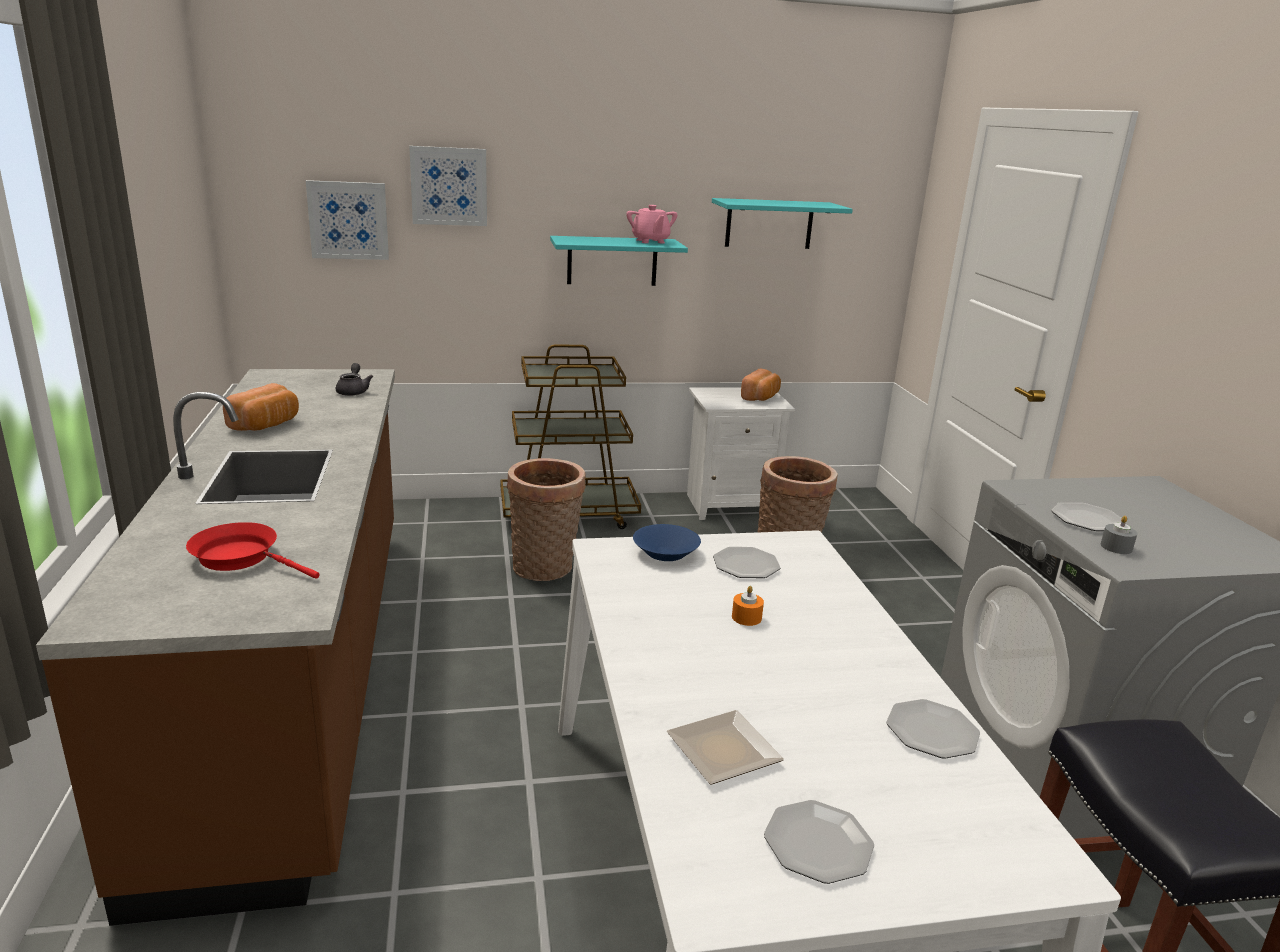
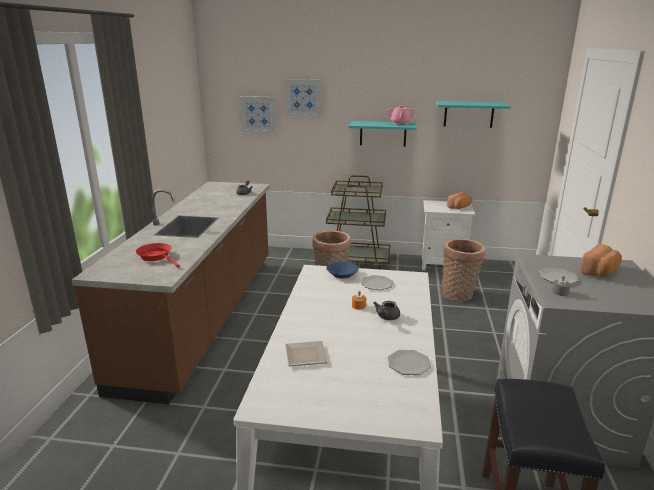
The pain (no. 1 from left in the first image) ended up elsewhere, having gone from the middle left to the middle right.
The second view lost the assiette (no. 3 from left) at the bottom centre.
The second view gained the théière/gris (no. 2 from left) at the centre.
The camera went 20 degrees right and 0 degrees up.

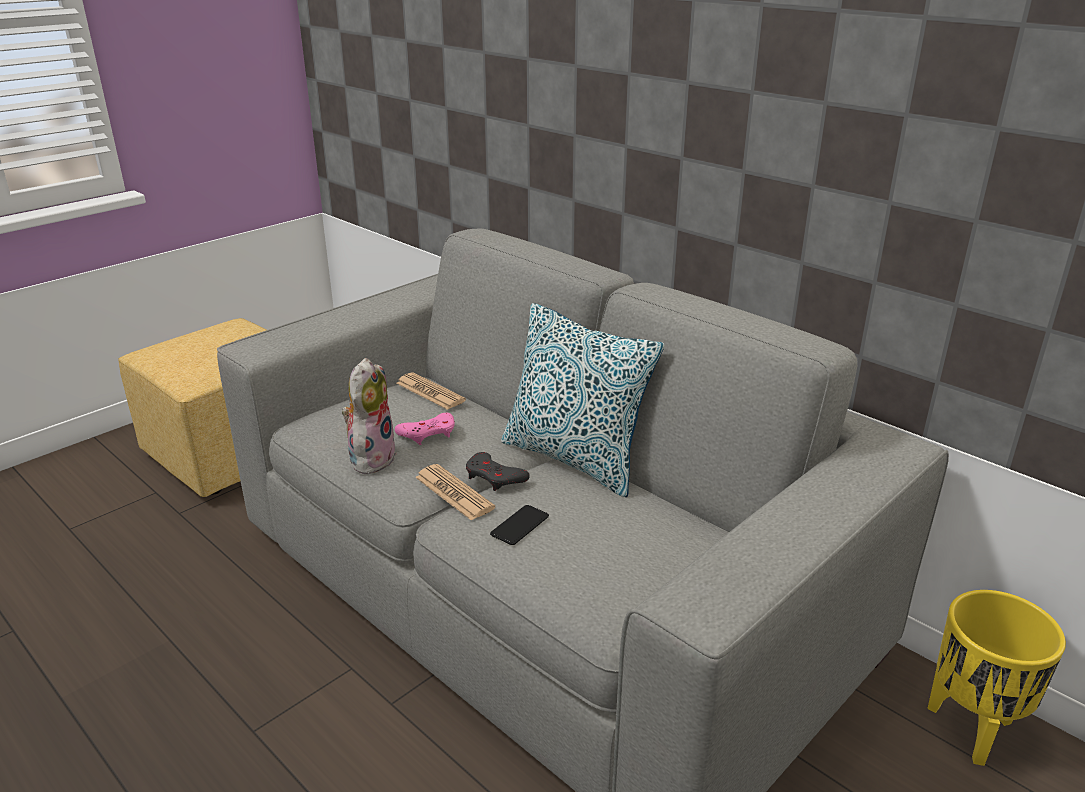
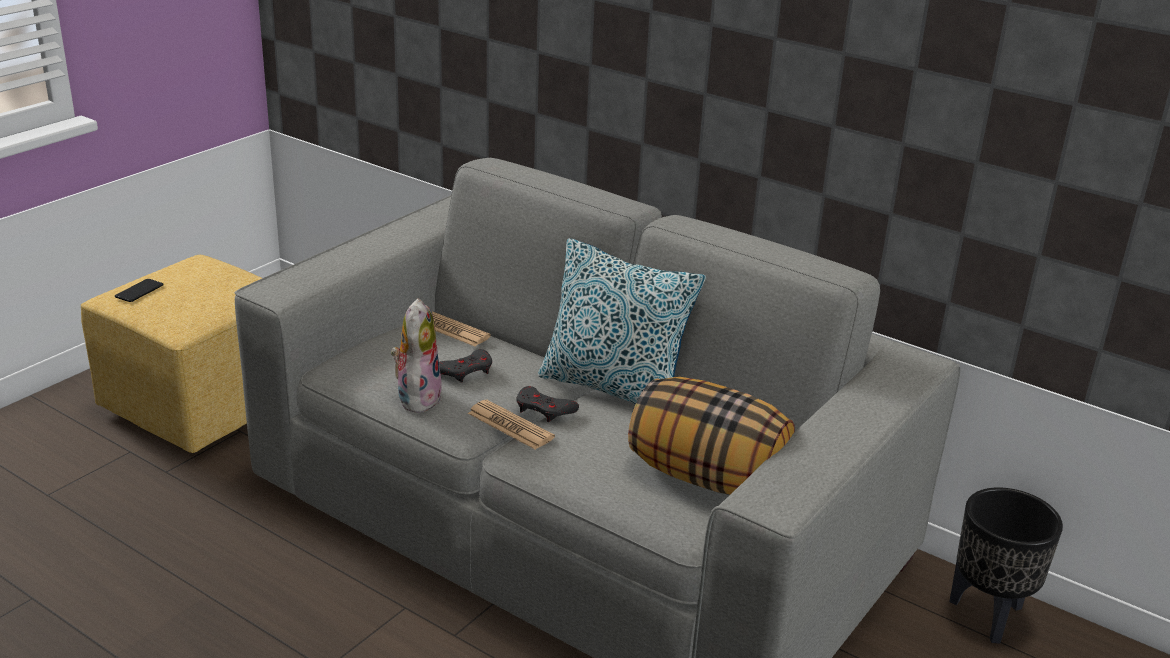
What was the manette/rose at the centre turned into the manette/gris (no. 1 from left) at the centre.
The téléphone ended up elsewhere, having gone from the centre to the middle left.
What was the cache-pot/jaune at the bottom right turned into the cache-pot/noir at the bottom right.
The second view gained the coussin (no. 2 from left) at the centre.
The camera went 10 degrees left and 0 degrees up.

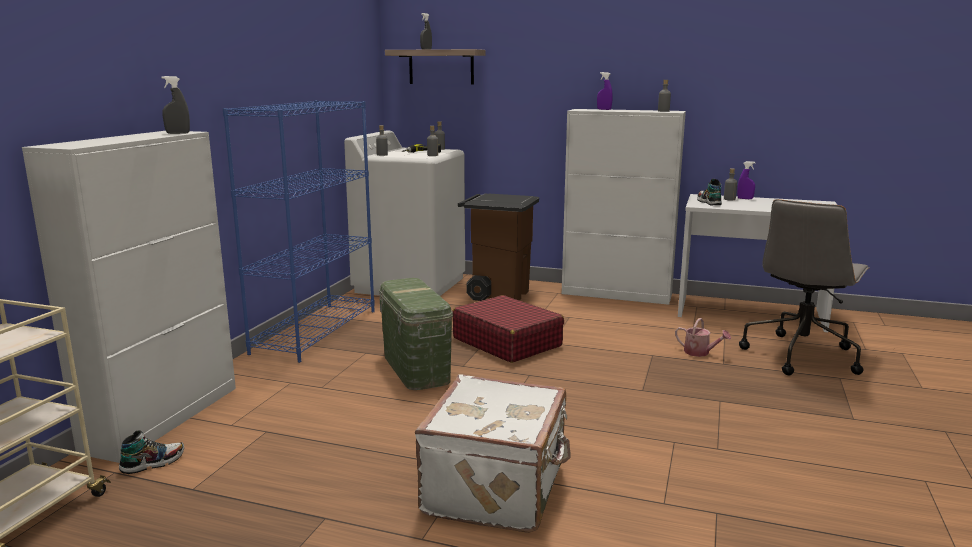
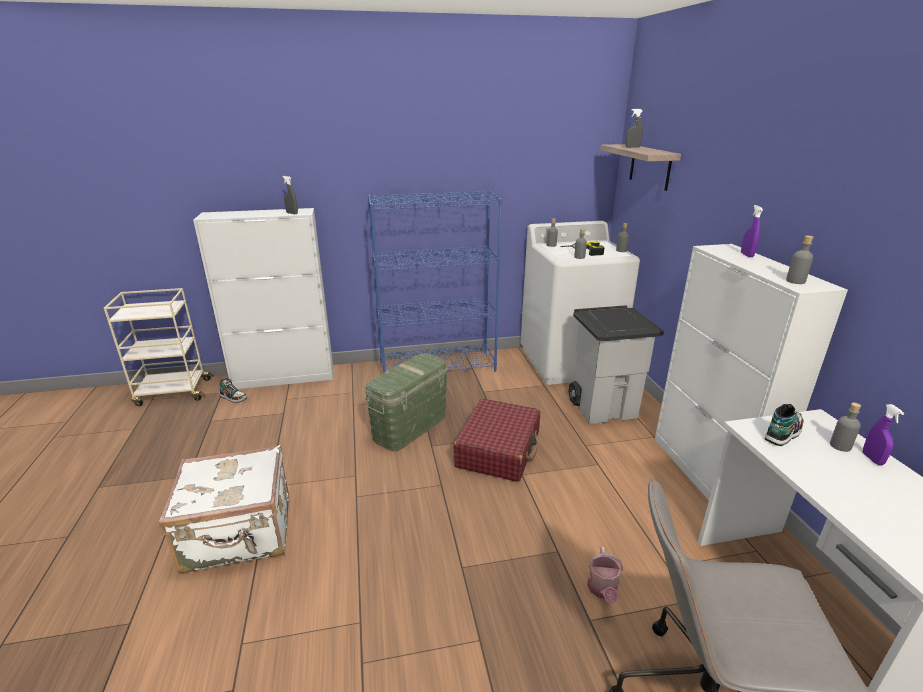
What was the poubelle/marron at the centre turned into the poubelle/gris at the middle right.
The camera went 60 degrees right and 10 degrees up.

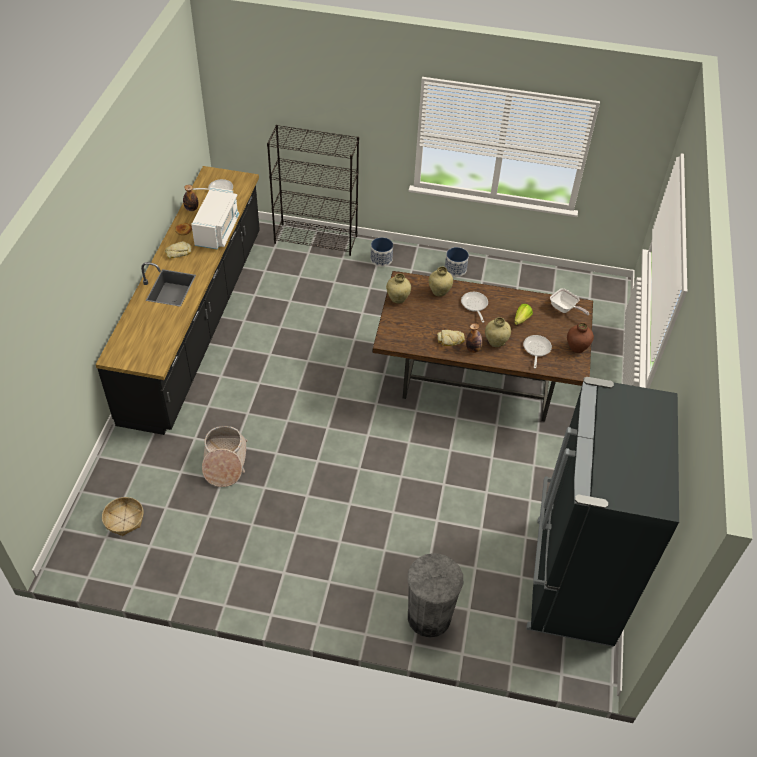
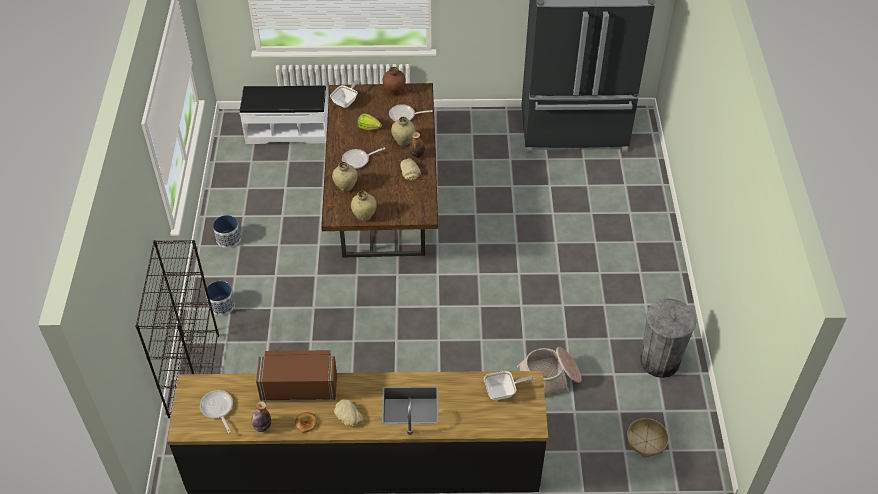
What was the micro-ondes/blanc at the top left turned into the micro-ondes/marron at the bottom centre.
The poubelle/gris ended up elsewhere, having gone from the bottom centre to the bottom right.
The second view gained the banc/blanc at the top left.
The second view gained the poêle (no. 5 from left) at the bottom centre.
The camera went 100 degrees left and 0 degrees up.

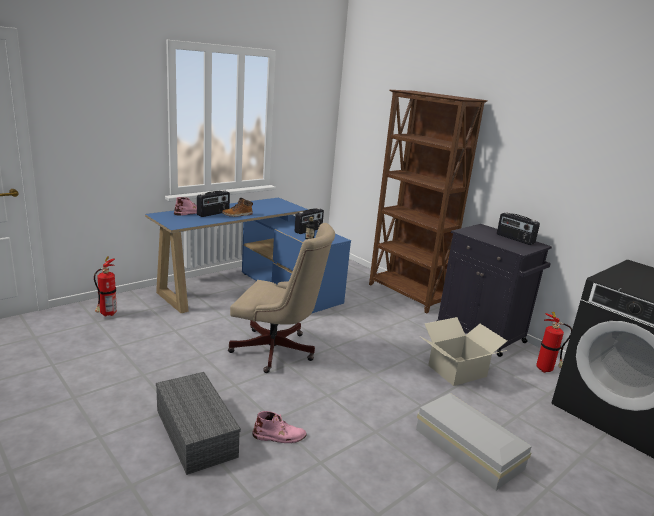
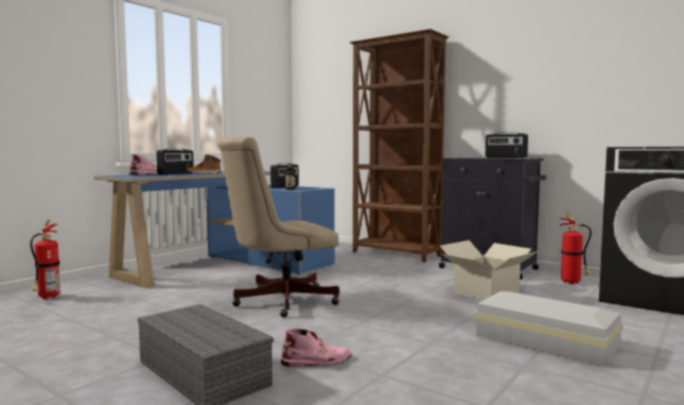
The chaise de bureau/beige at the centre ended up facing another way, 150 degrees clockwise from before.
The camera went 10 degrees left and 15 degrees down.

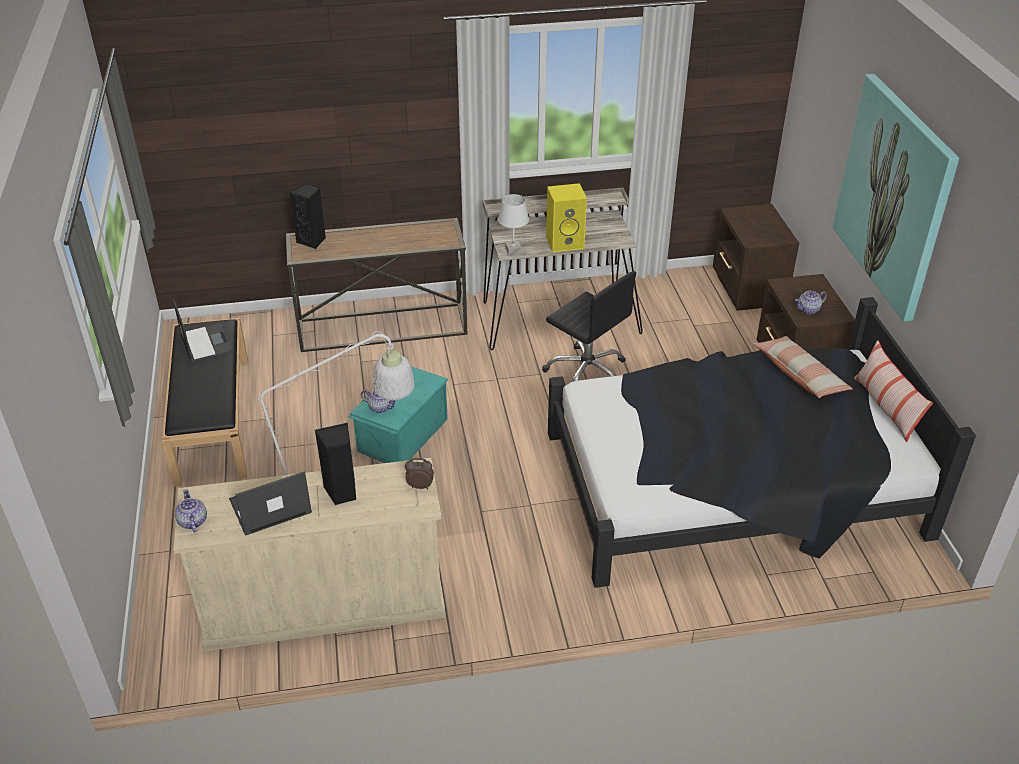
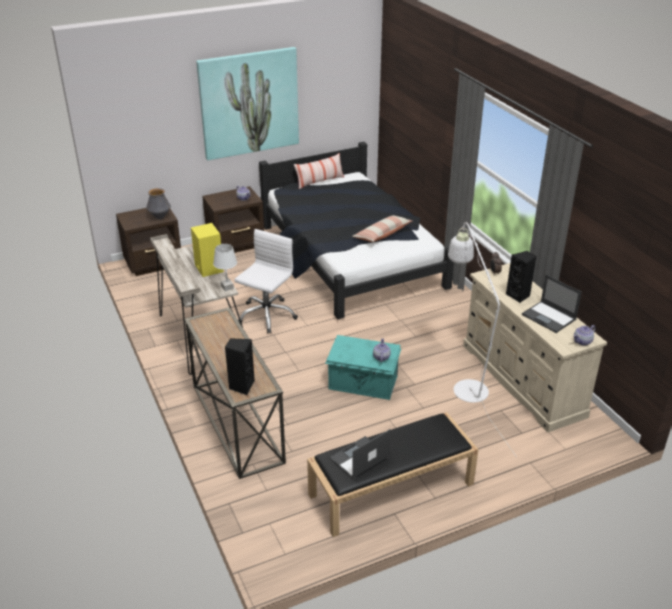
What was the chaise de bureau/noir at the centre turned into the chaise de bureau/blanc at the centre.
The coussin (no. 1 from left in the first image) ended up elsewhere, having gone from the middle right to the centre.
The second view gained the vase at the middle left.
The camera went 105 degrees left and 5 degrees down.

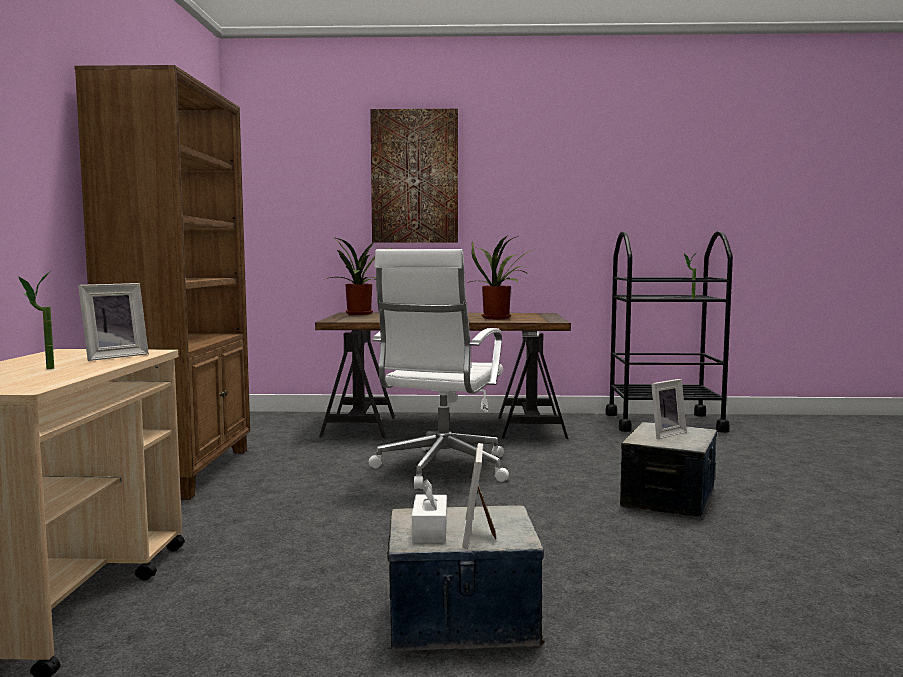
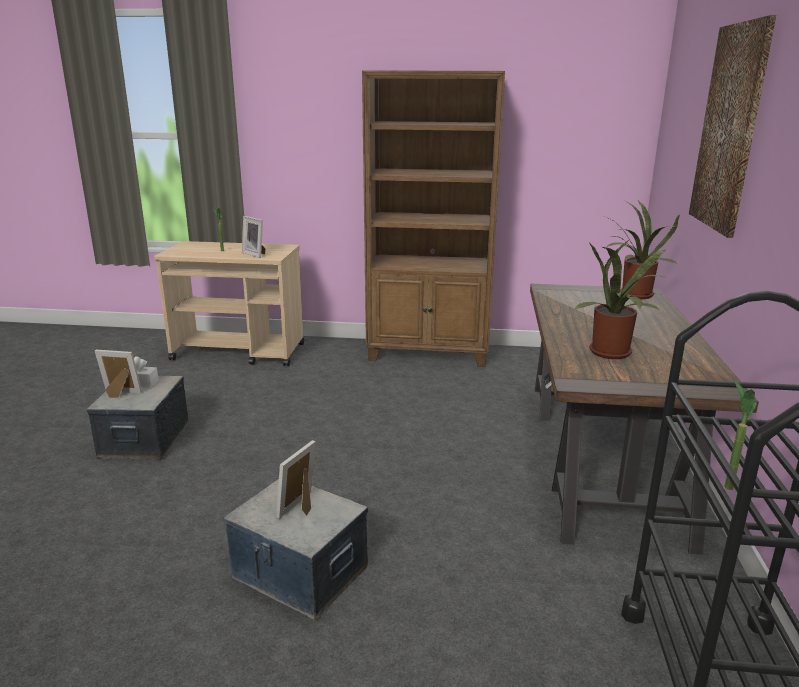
The second view lost the chaise de bureau/blanc at the centre.
The cadre photo (no. 3 from left) at the middle right ended up facing another way, 60 degrees clockwise from before.
The camera went 95 degrees right and 15 degrees up.

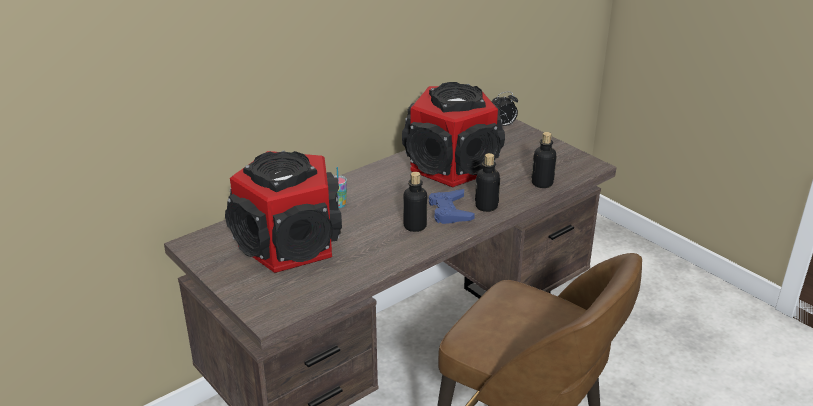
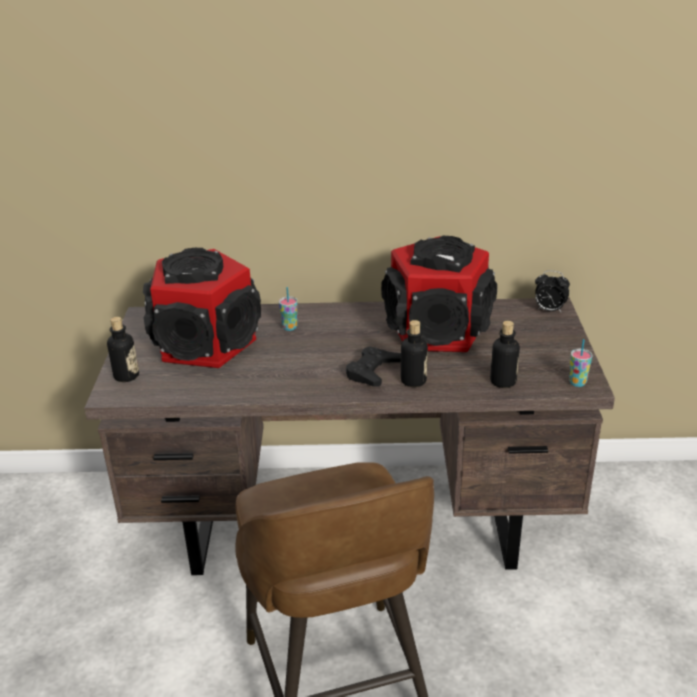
The bouteille (no. 1 from left) ended up elsewhere, having gone from the centre to the middle left.
What was the manette/bleu at the centre turned into the manette/noir at the centre.
The second view gained the tasse (no. 2 from left) at the middle right.
The camera went 40 degrees right and 0 degrees up.

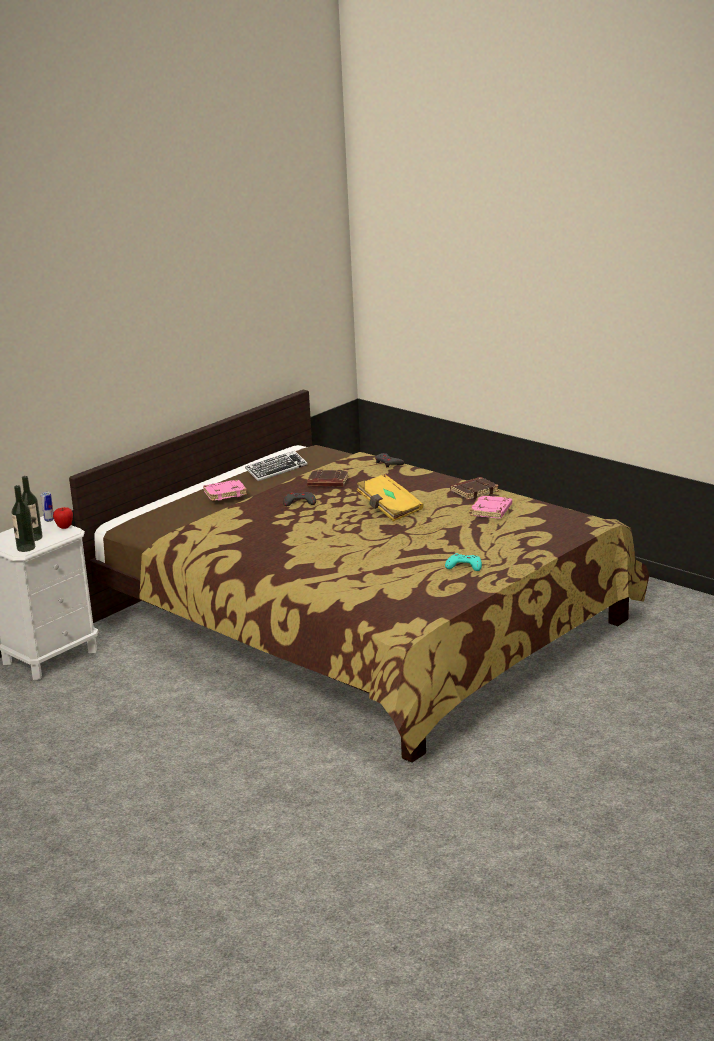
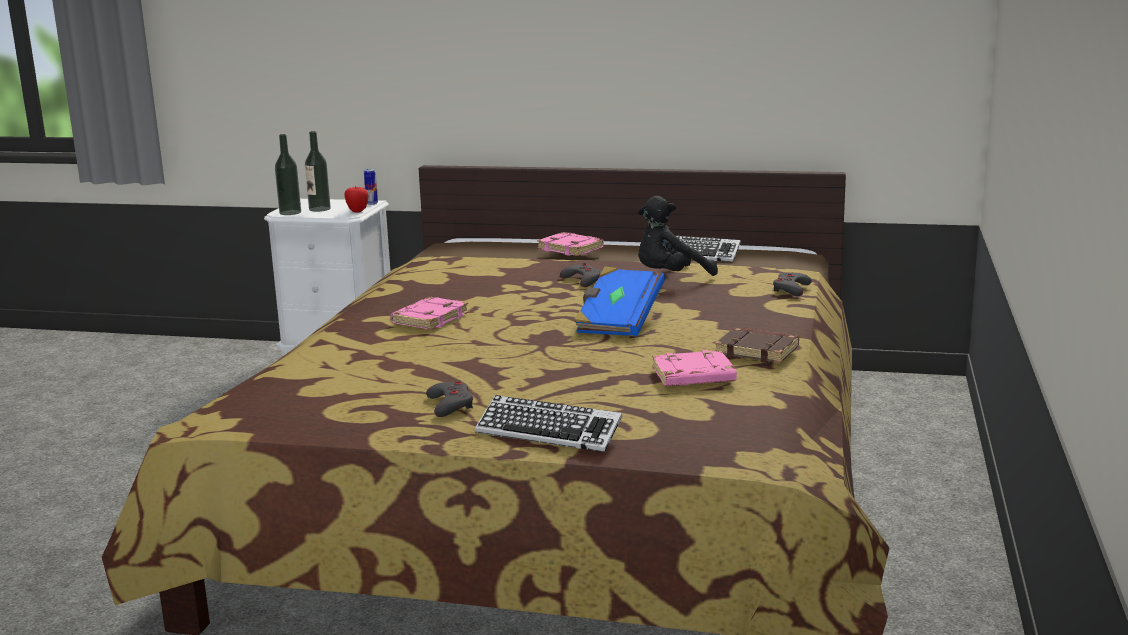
Where the livre/marron (no. 1 from left) stood at the centre, the peluche/noir came to stand at the centre.
What was the livre/jaune at the centre turned into the livre/bleu at the centre.
What was the manette/turquoise at the centre turned into the manette/gris (no. 1 from left) at the centre.
The second view gained the livre/rose (no. 1 from left) at the centre.
The second view gained the clavier (no. 1 from left) at the centre.
The camera went 60 degrees right and 5 degrees down.

